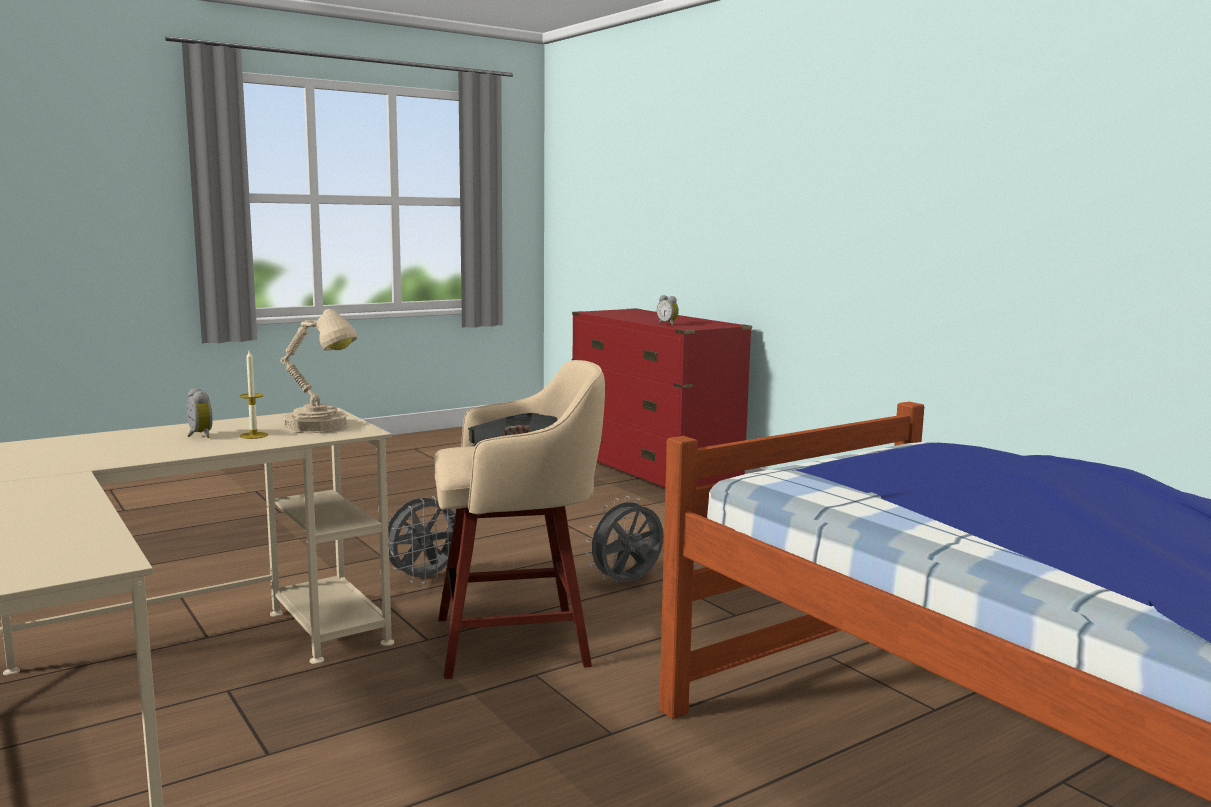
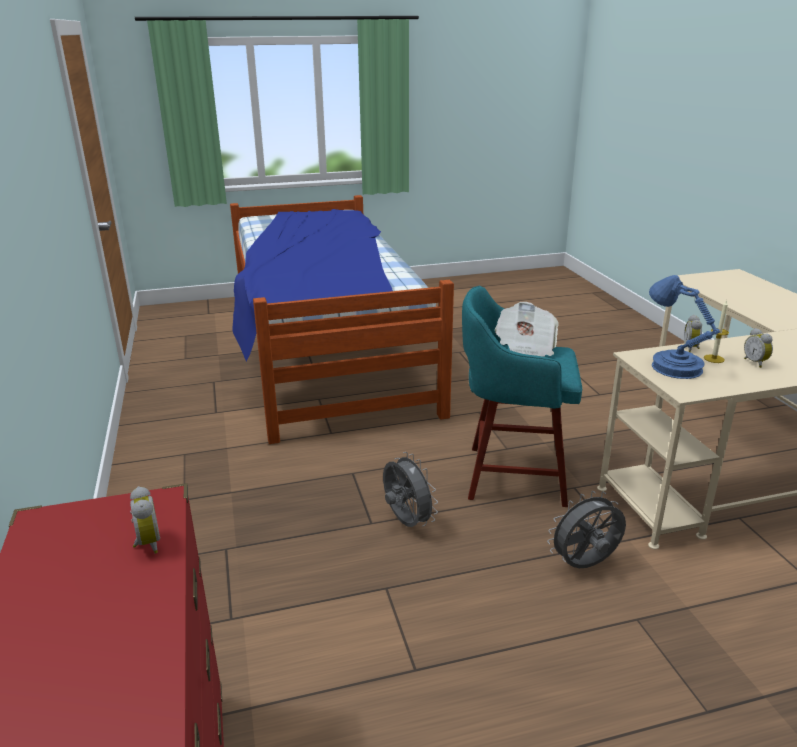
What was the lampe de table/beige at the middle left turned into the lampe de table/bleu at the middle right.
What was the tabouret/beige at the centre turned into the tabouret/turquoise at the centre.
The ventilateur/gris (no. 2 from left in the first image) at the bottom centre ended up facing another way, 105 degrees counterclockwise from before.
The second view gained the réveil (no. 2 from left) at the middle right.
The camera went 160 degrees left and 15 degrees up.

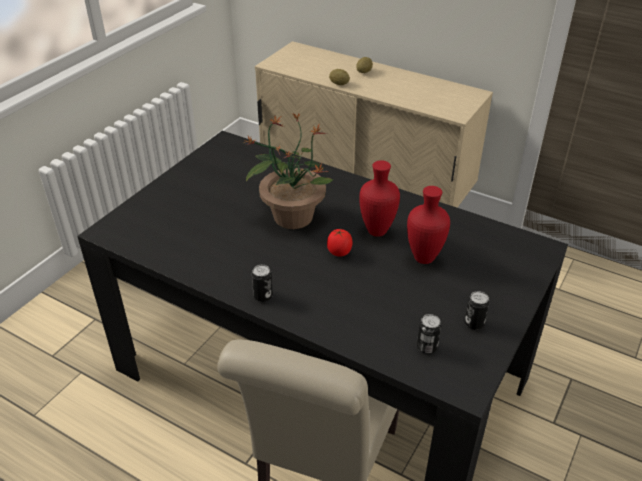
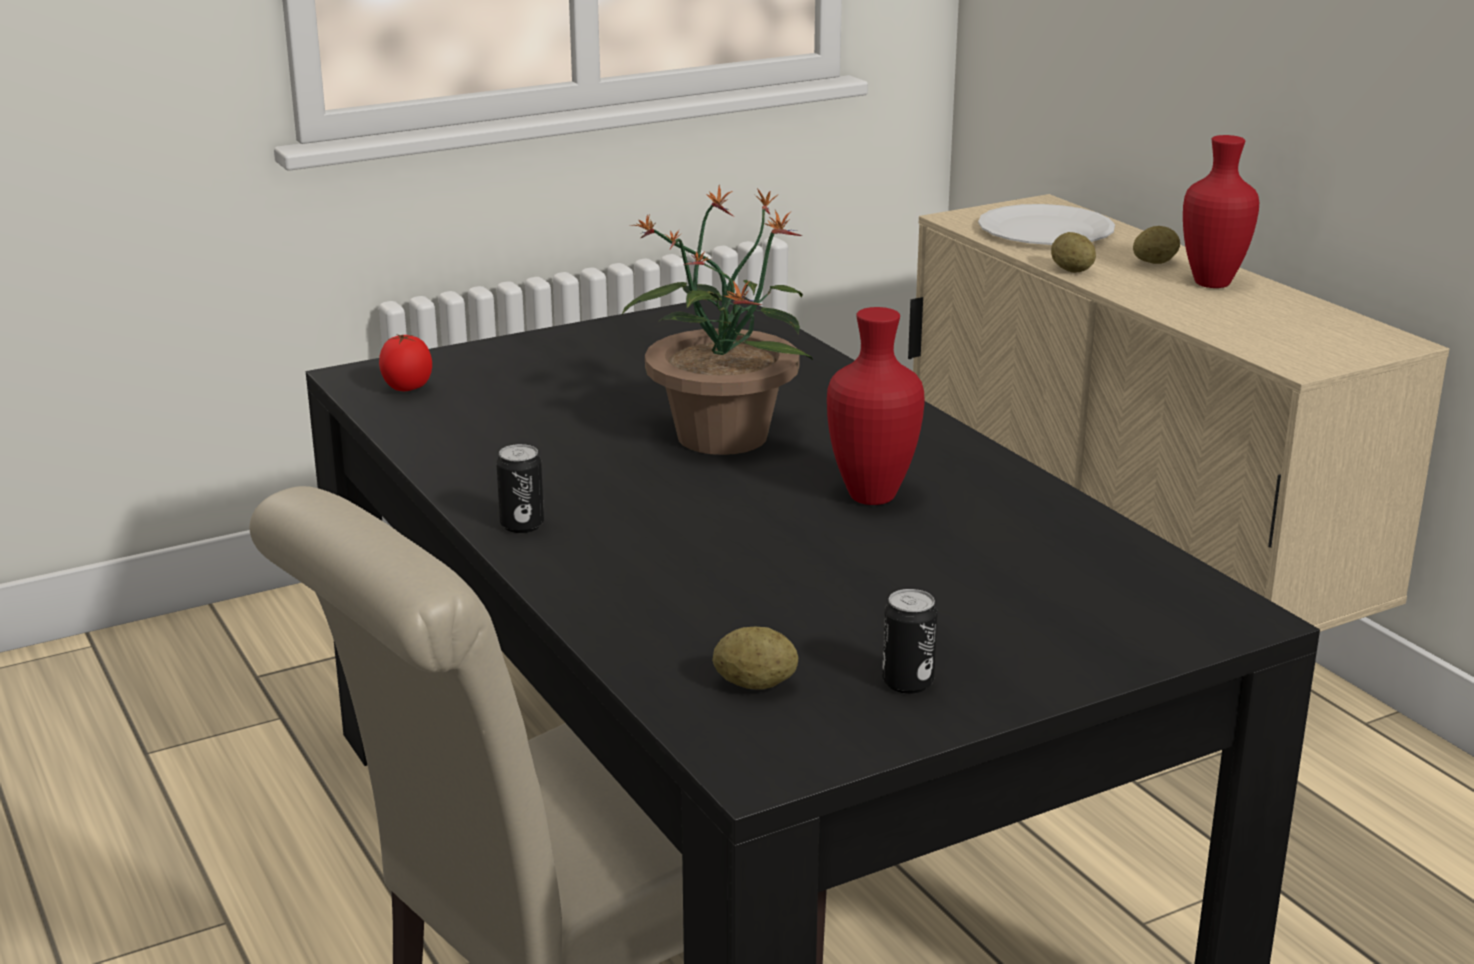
The tomate ended up elsewhere, having gone from the centre to the middle left.
The vase/rouge (no. 2 from left) ended up elsewhere, having gone from the middle right to the top right.
Where the boîte métallique (no. 2 from left) stood at the bottom right, the pomme de terre (no. 1 from left) came to stand at the bottom centre.
The second view gained the assiette/blanc at the top right.
The camera went 30 degrees right and 15 degrees down.

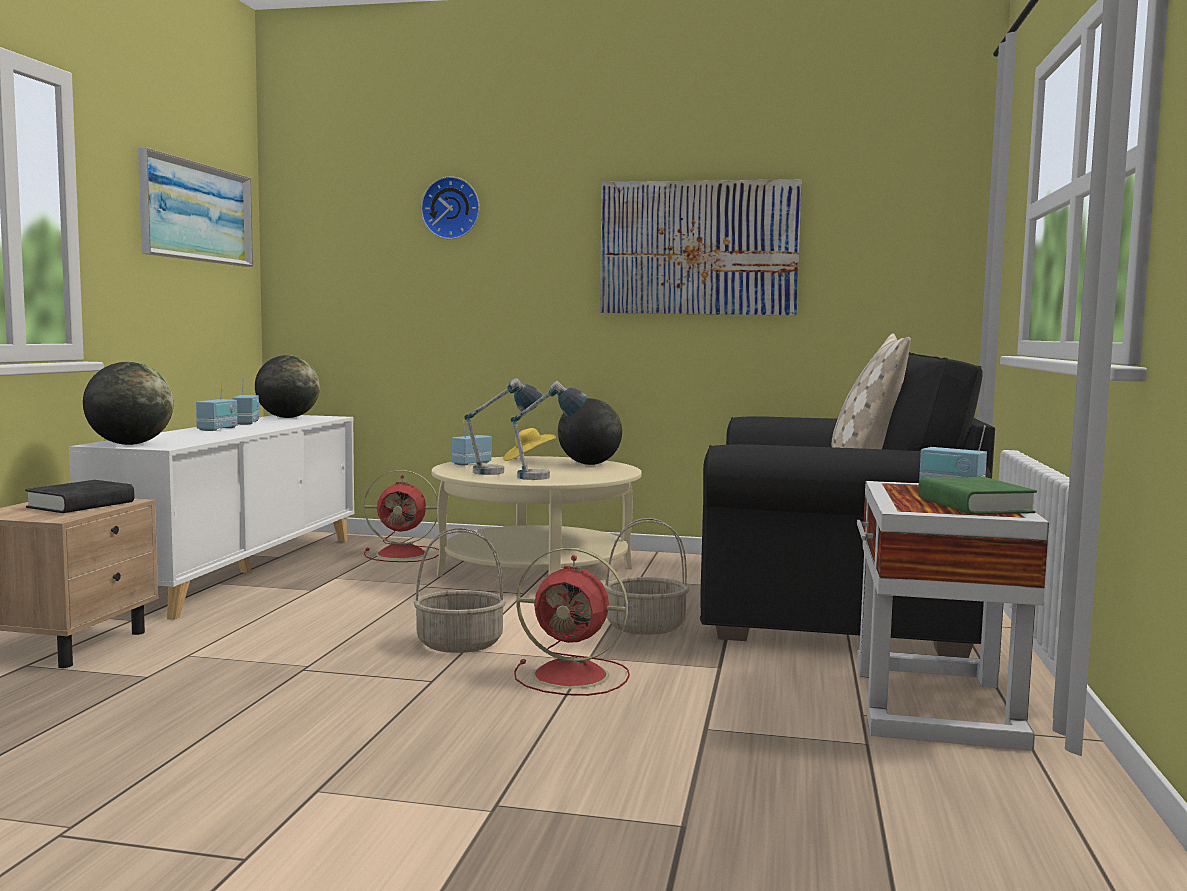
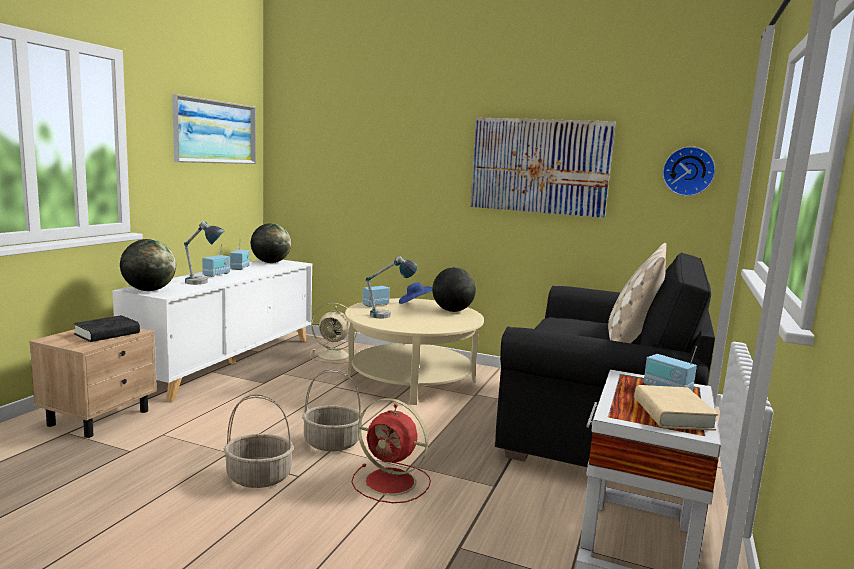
What was the ventilateur/rouge (no. 1 from left) at the centre turned into the ventilateur/beige at the centre.
The horloge murale ended up elsewhere, having gone from the top centre to the top right.
What was the chapeau/jaune at the centre turned into the chapeau/bleu at the centre.
The lampe de table (no. 2 from left in the first image) ended up elsewhere, having gone from the centre to the middle left.
The panier (no. 2 from left in the first image) ended up elsewhere, having gone from the centre to the bottom left.
What was the livre/vert at the middle right turned into the livre/beige at the bottom right.
The camera went 10 degrees right and 5 degrees up.

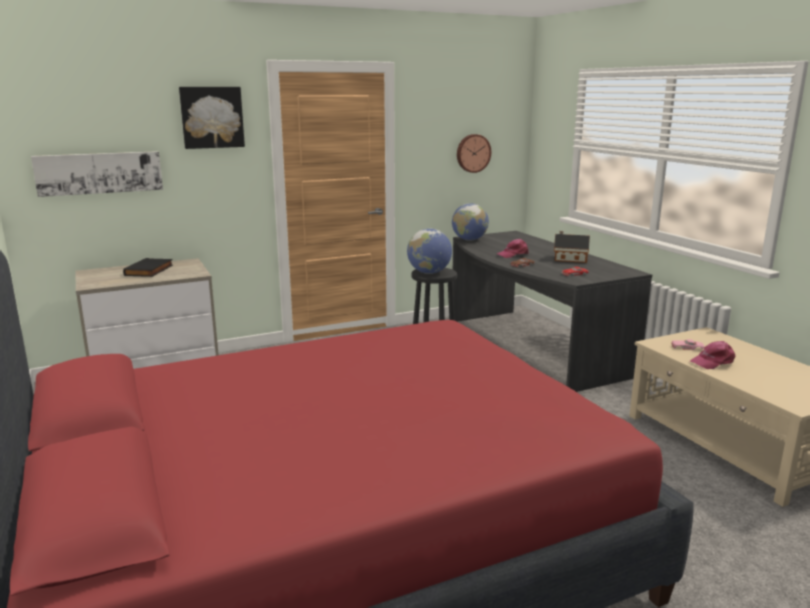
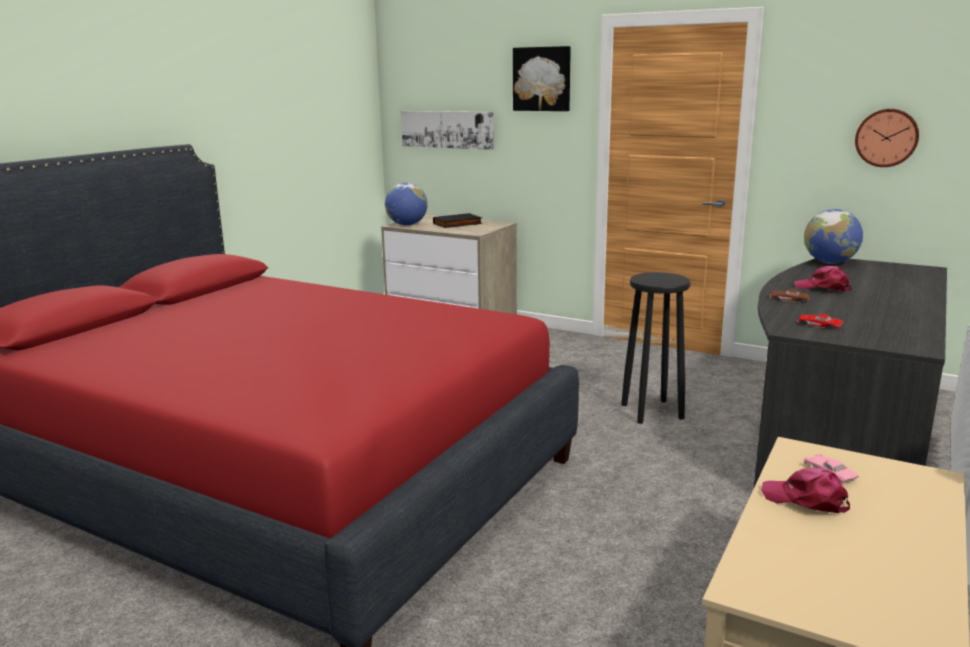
The globe (no. 1 from left) ended up elsewhere, having gone from the centre to the top centre.
The second view lost the maison miniature at the middle right.
The camera went 55 degrees right and 0 degrees up.

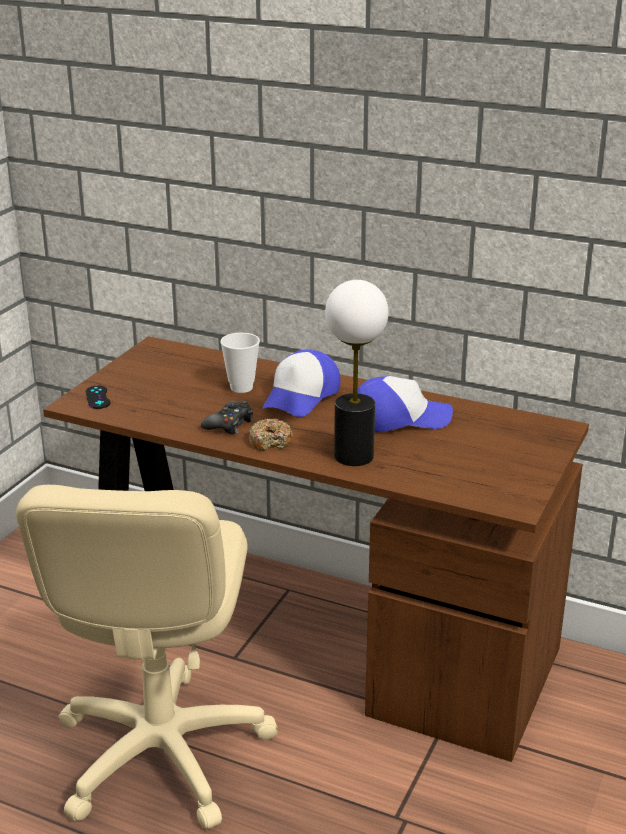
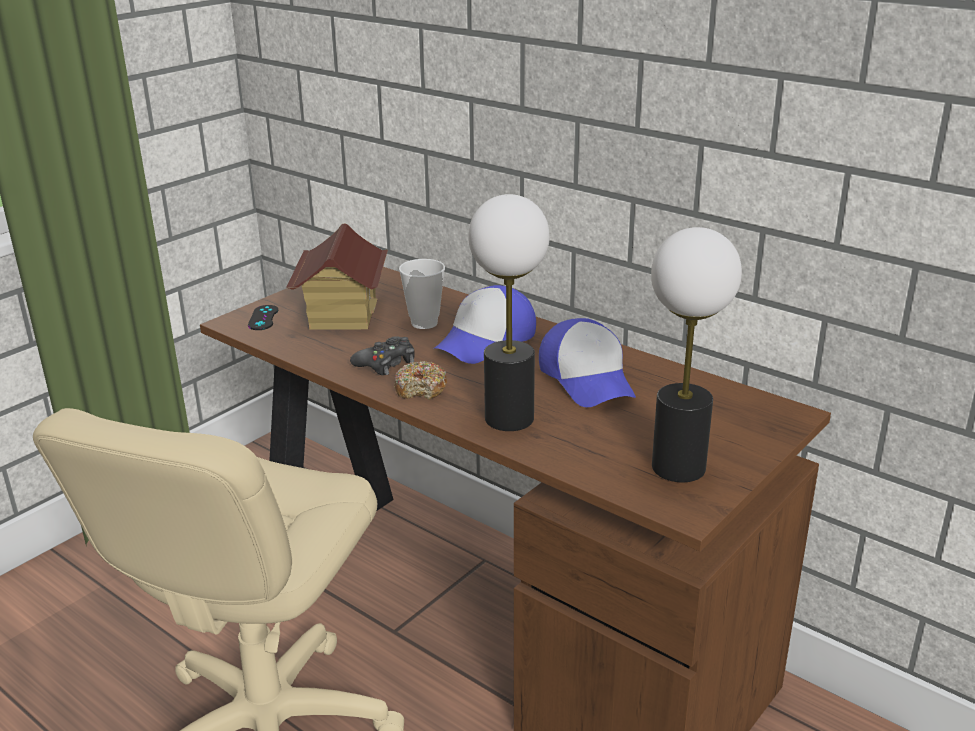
The casquette (no. 2 from left) at the centre ended up facing another way, 60 degrees clockwise from before.
The second view gained the maison miniature at the centre.
The second view gained the lampe de table (no. 2 from left) at the middle right.
The camera went 15 degrees right and 0 degrees up.

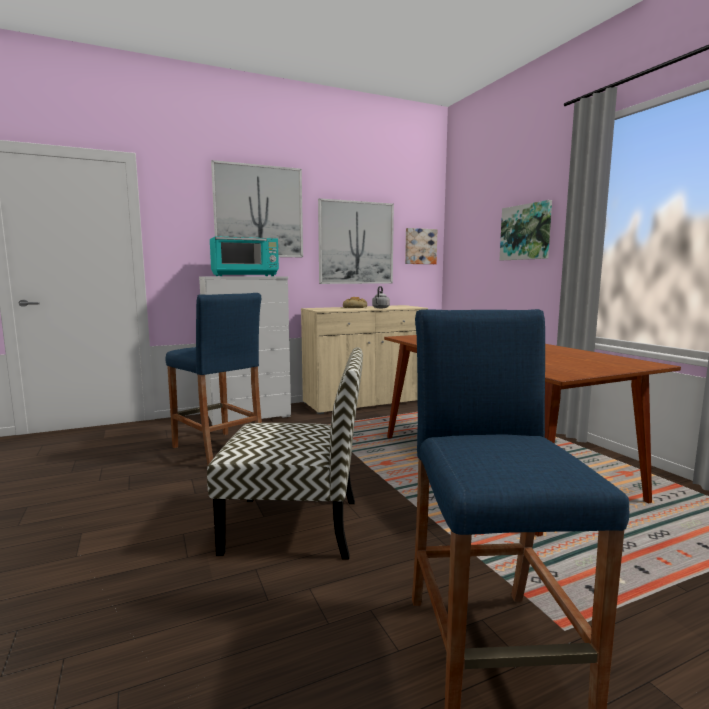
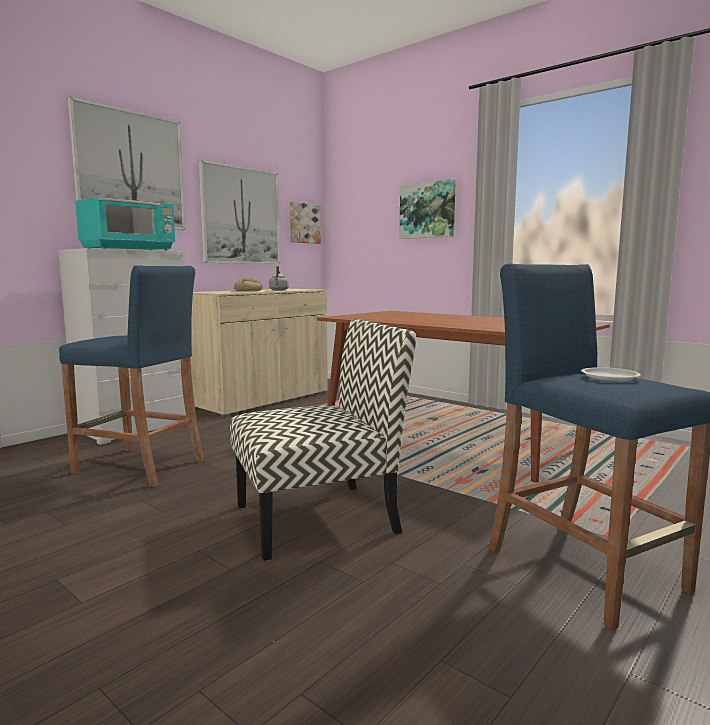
The second view gained the assiette/blanc at the middle right.
The camera went 25 degrees left and 0 degrees up.

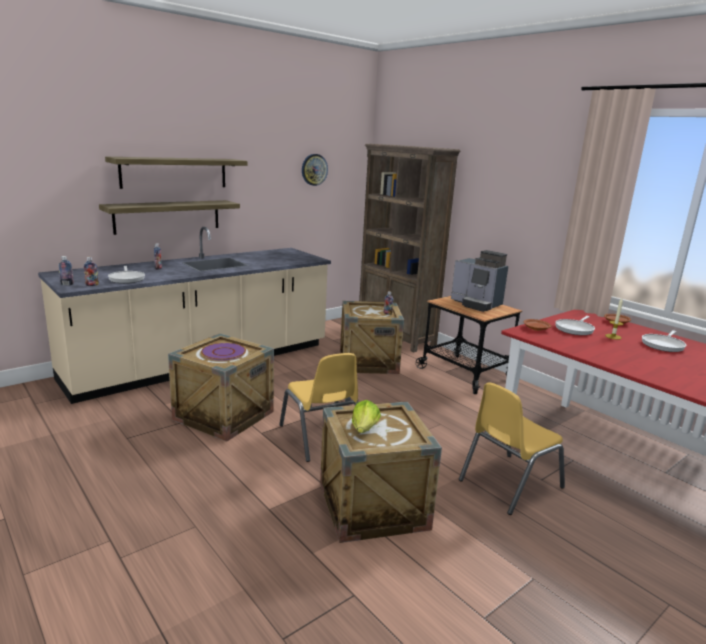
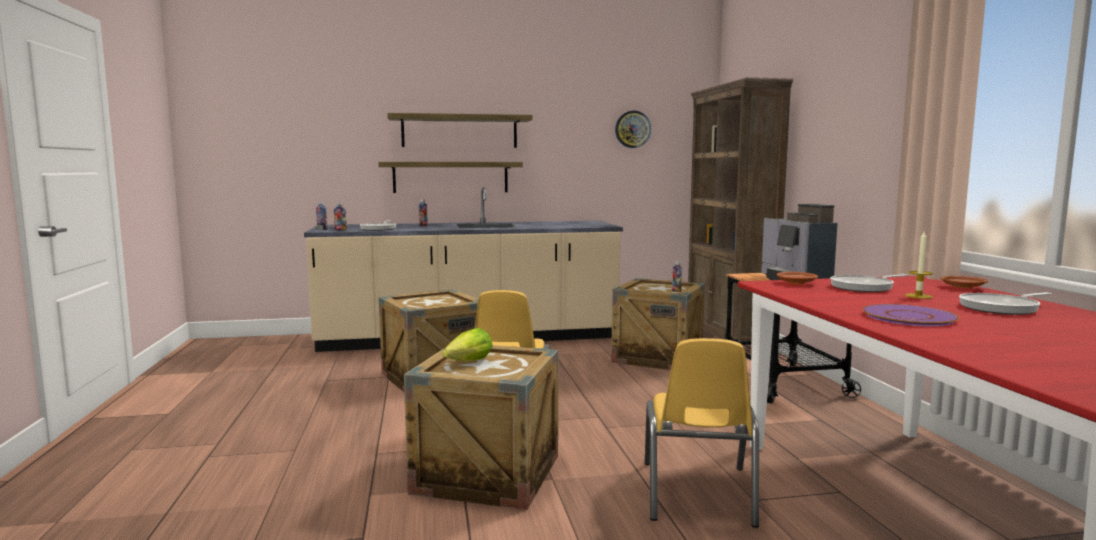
The assiette/violet ended up elsewhere, having gone from the middle left to the middle right.
The chaise/jaune (no. 2 from left) at the bottom right ended up facing another way, 75 degrees counterclockwise from before.
The camera went 30 degrees right and 10 degrees down.

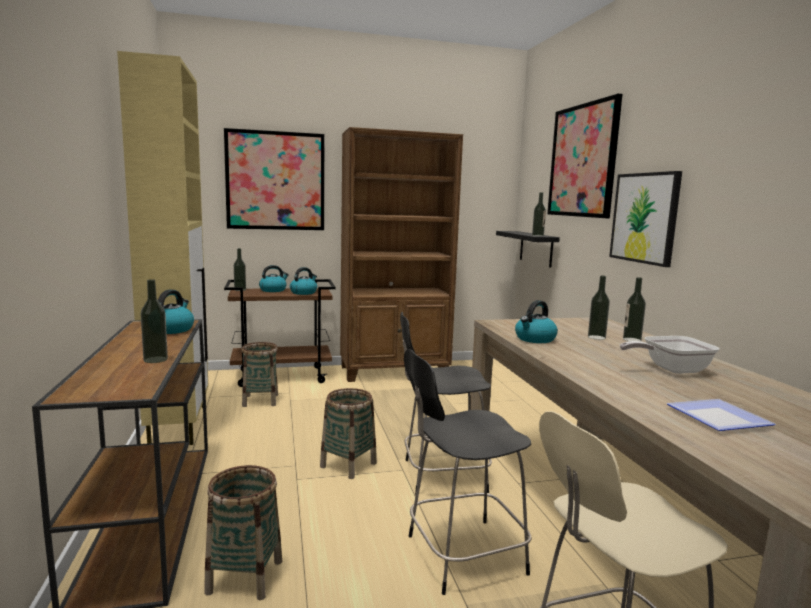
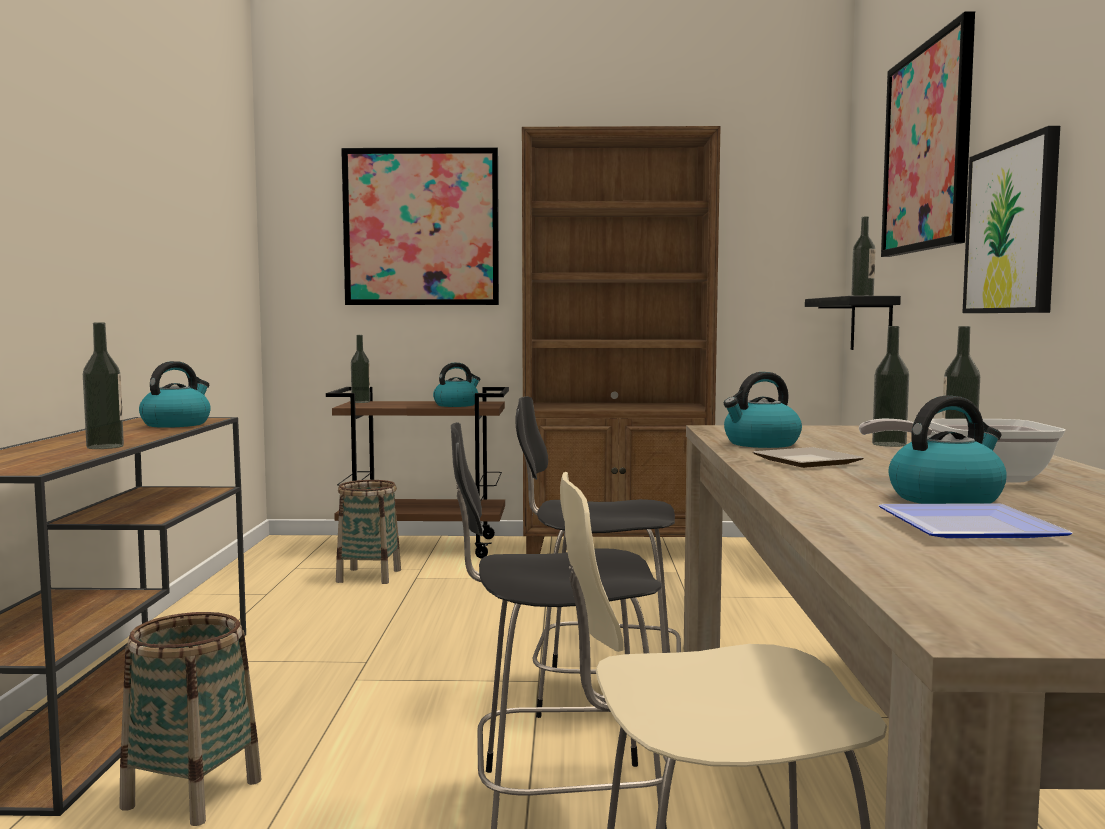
The second view lost the meuble de rangement/beige at the middle left.
The bouilloire (no. 2 from left in the first image) ended up elsewhere, having gone from the centre to the middle right.
The second view lost the panier (no. 3 from left) at the bottom centre.
The second view gained the assiette (no. 1 from left) at the middle right.
The camera went 15 degrees right and 5 degrees down.

